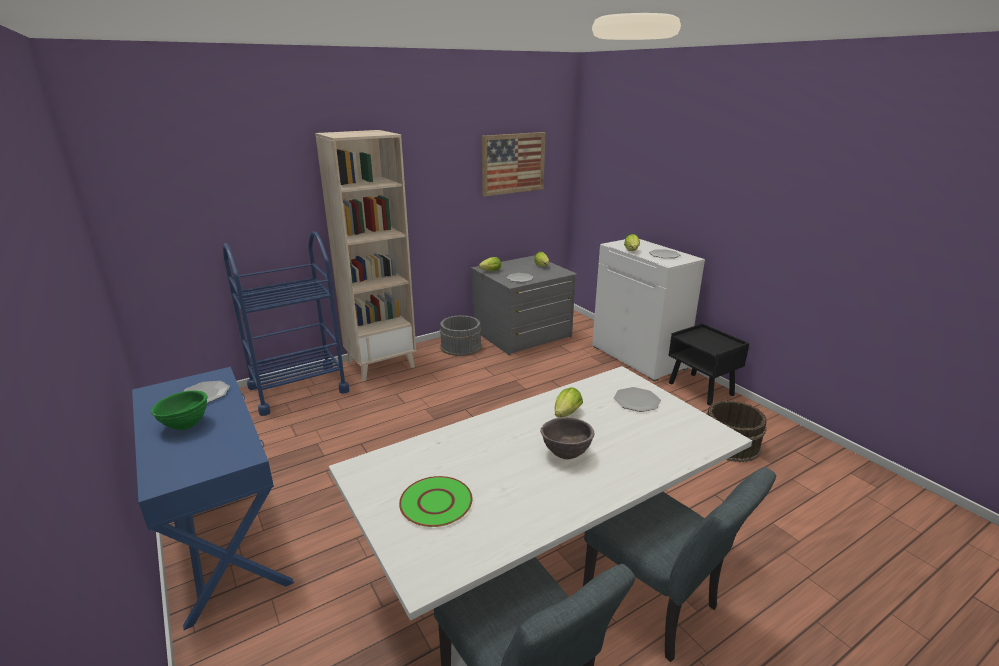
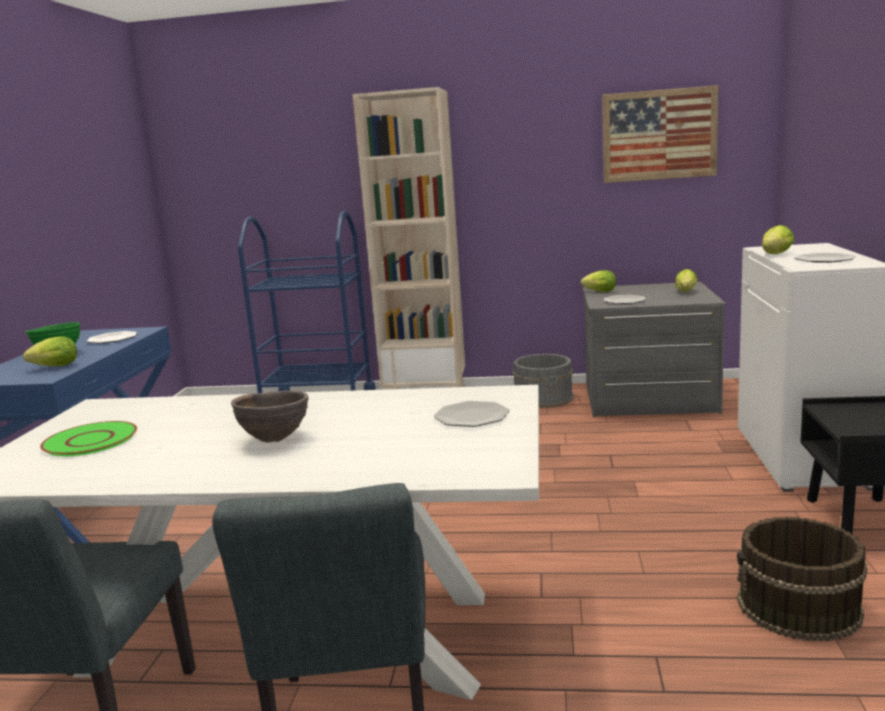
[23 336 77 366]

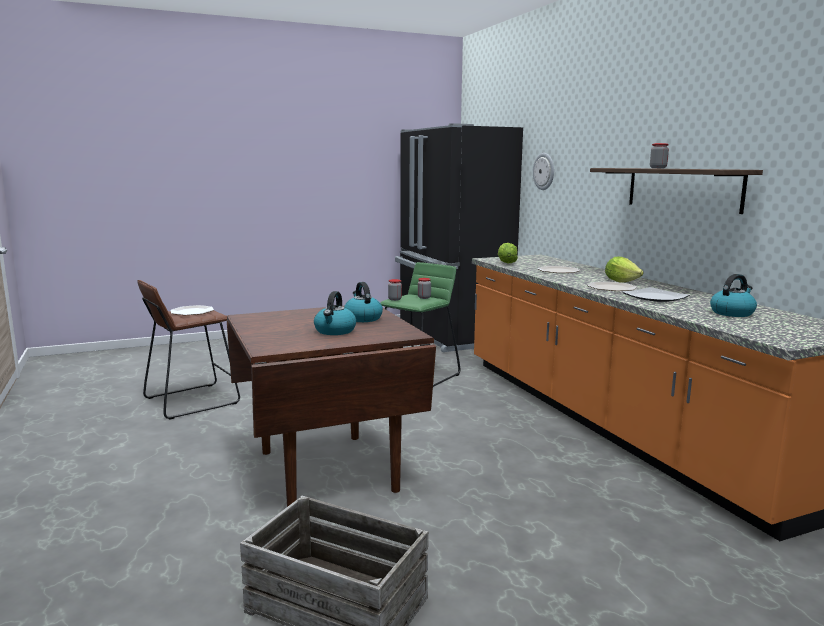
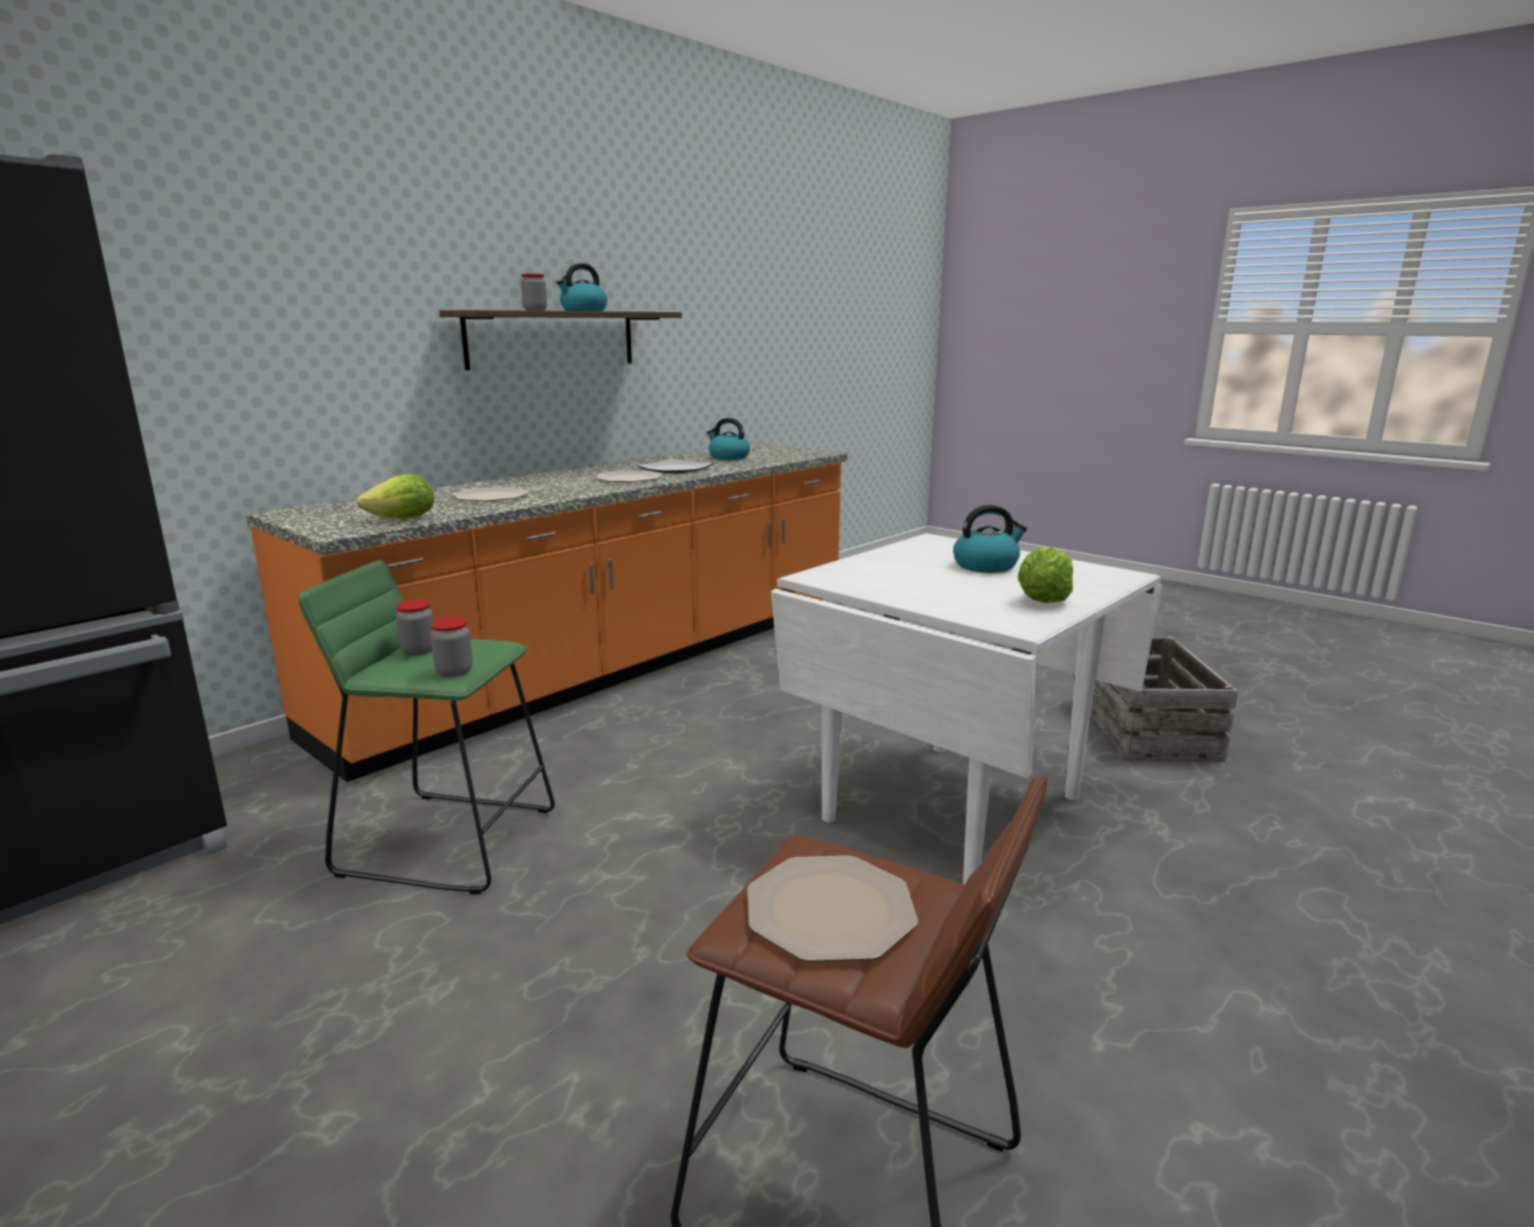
[533 153 554 190] (first image)
[556 263 607 311]
[1018 547 1073 603]
[771 533 1162 885]

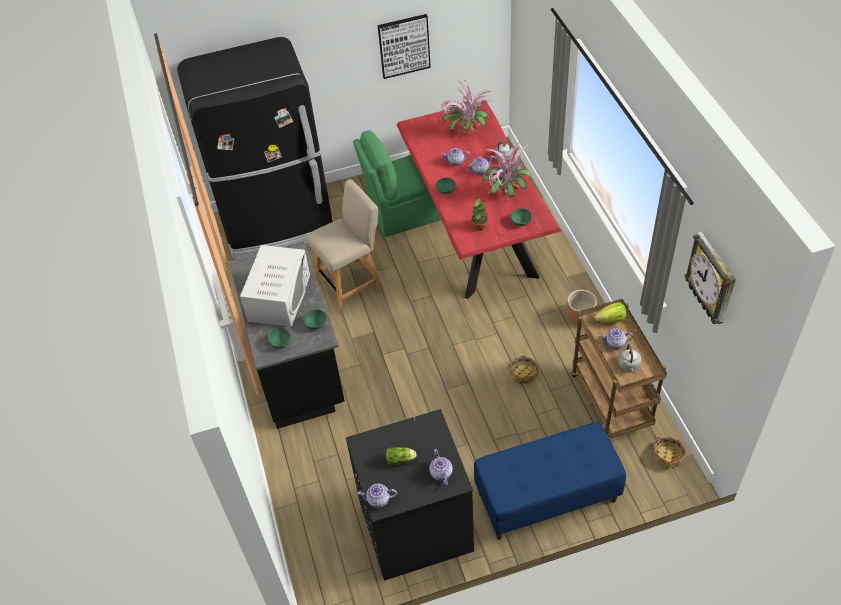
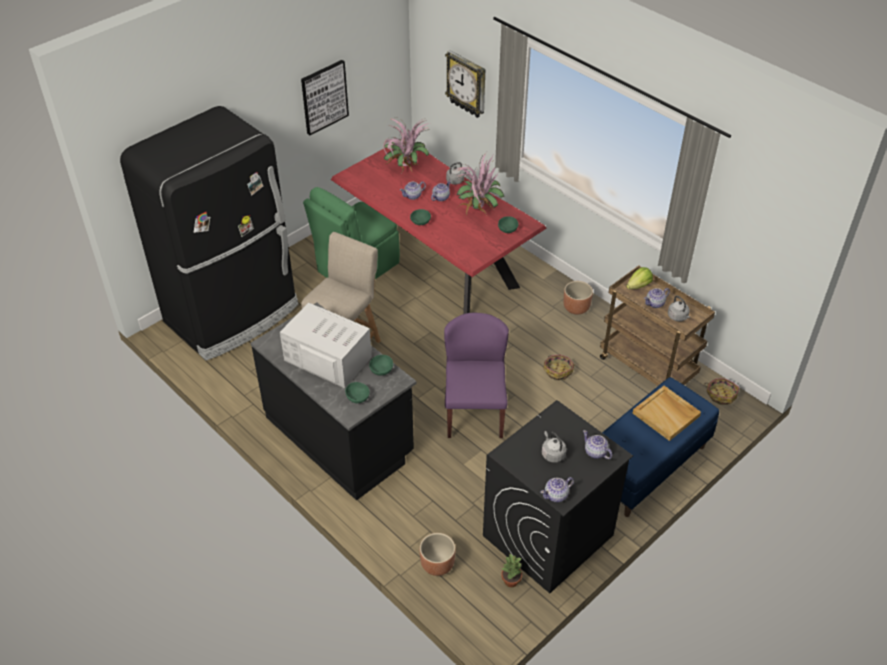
[420 533 456 576]
[444 313 509 438]
[633 386 701 441]
[501 554 522 587]
[445 50 485 118]
[542 431 567 463]
[280 302 372 388]

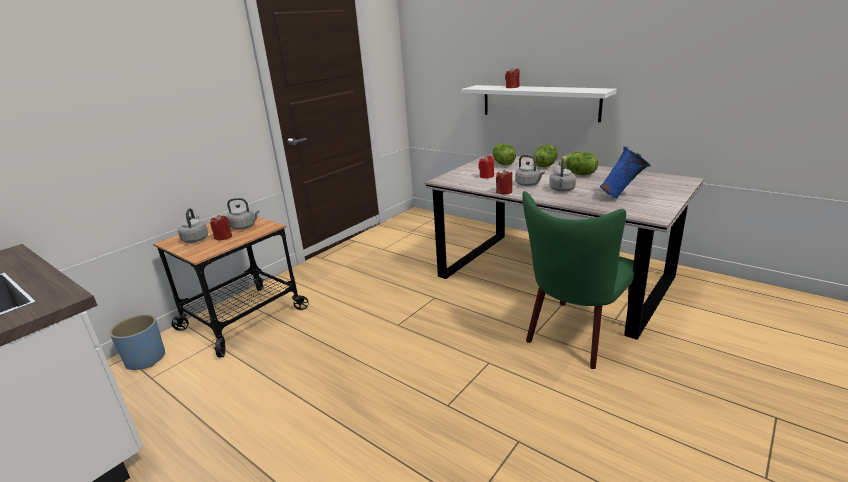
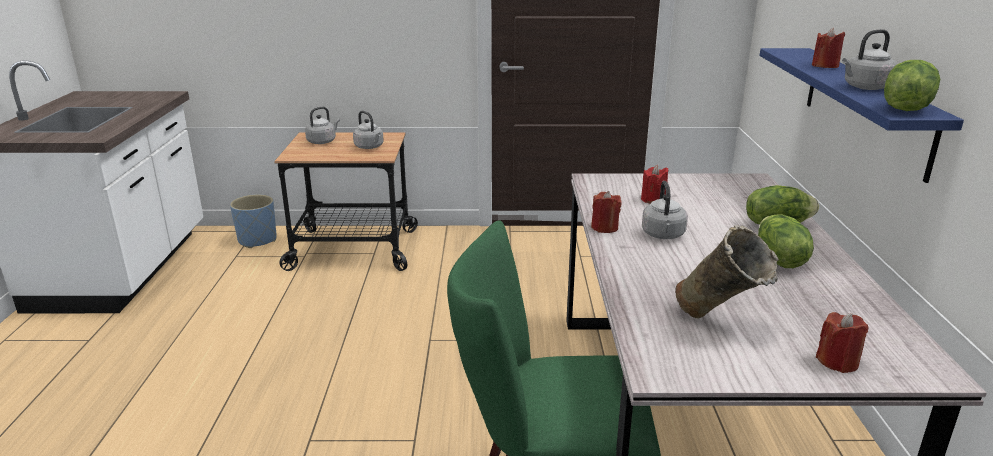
[816 312 869 373]
[884 60 940 111]
[842 29 897 90]
[759 48 964 183]
[675 225 779 318]

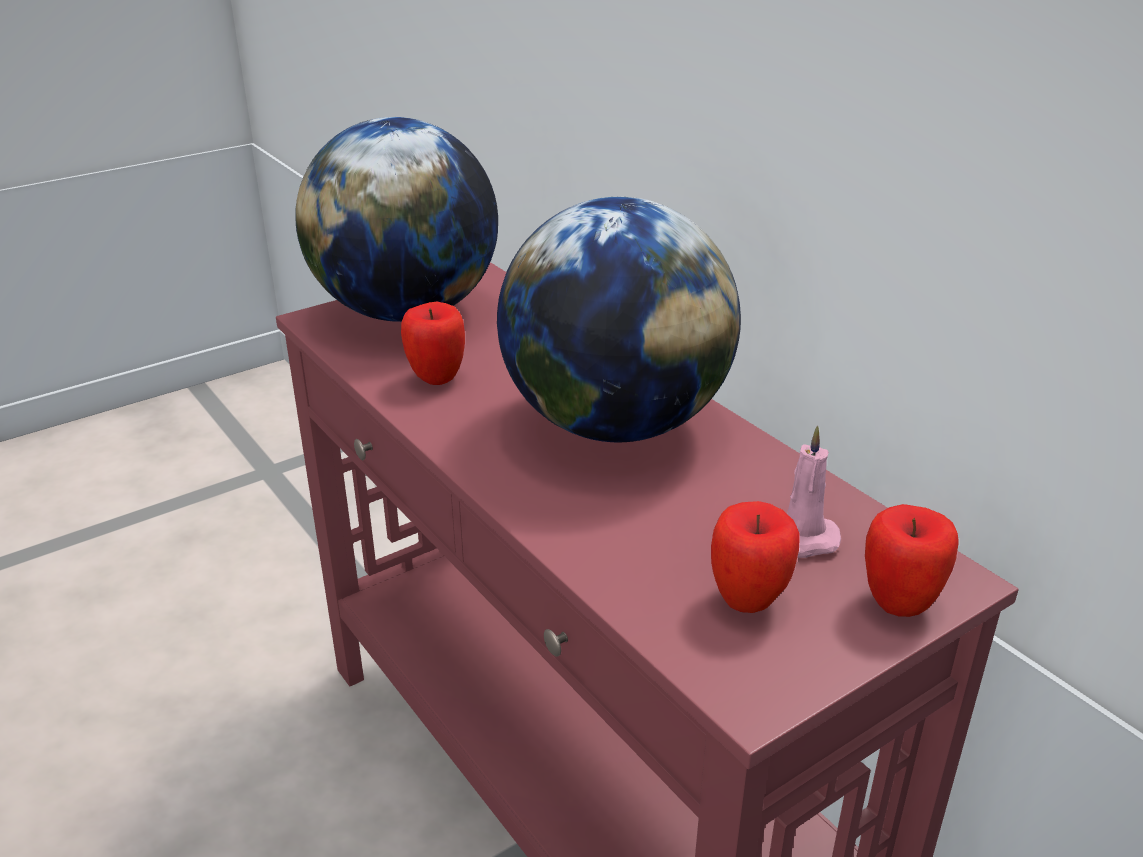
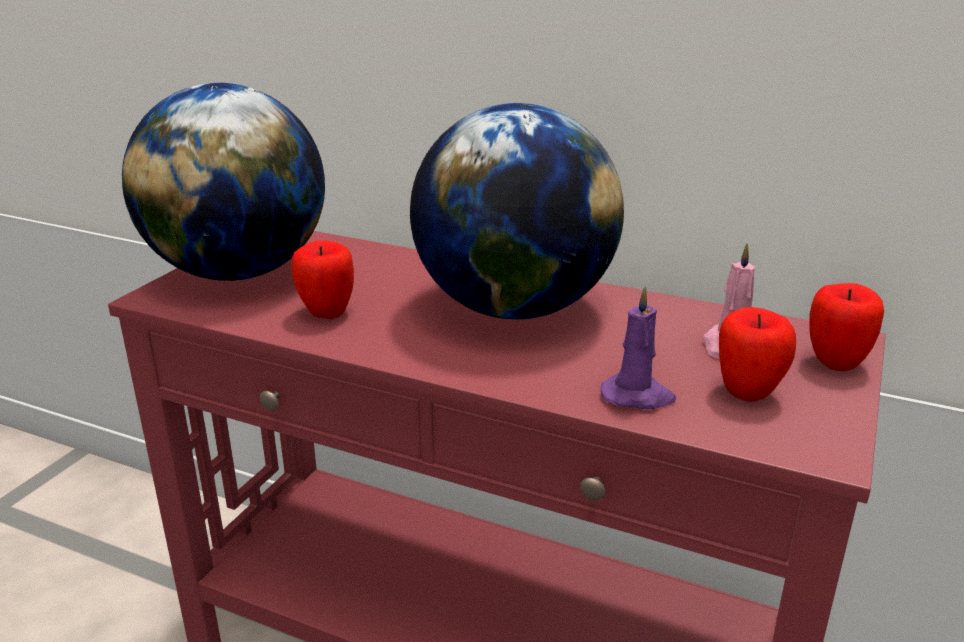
[601 286 676 410]

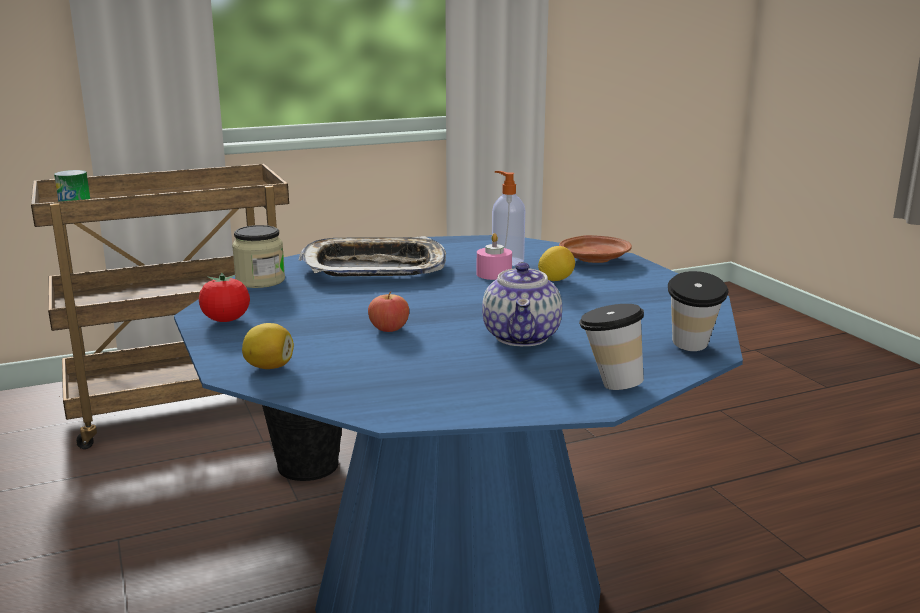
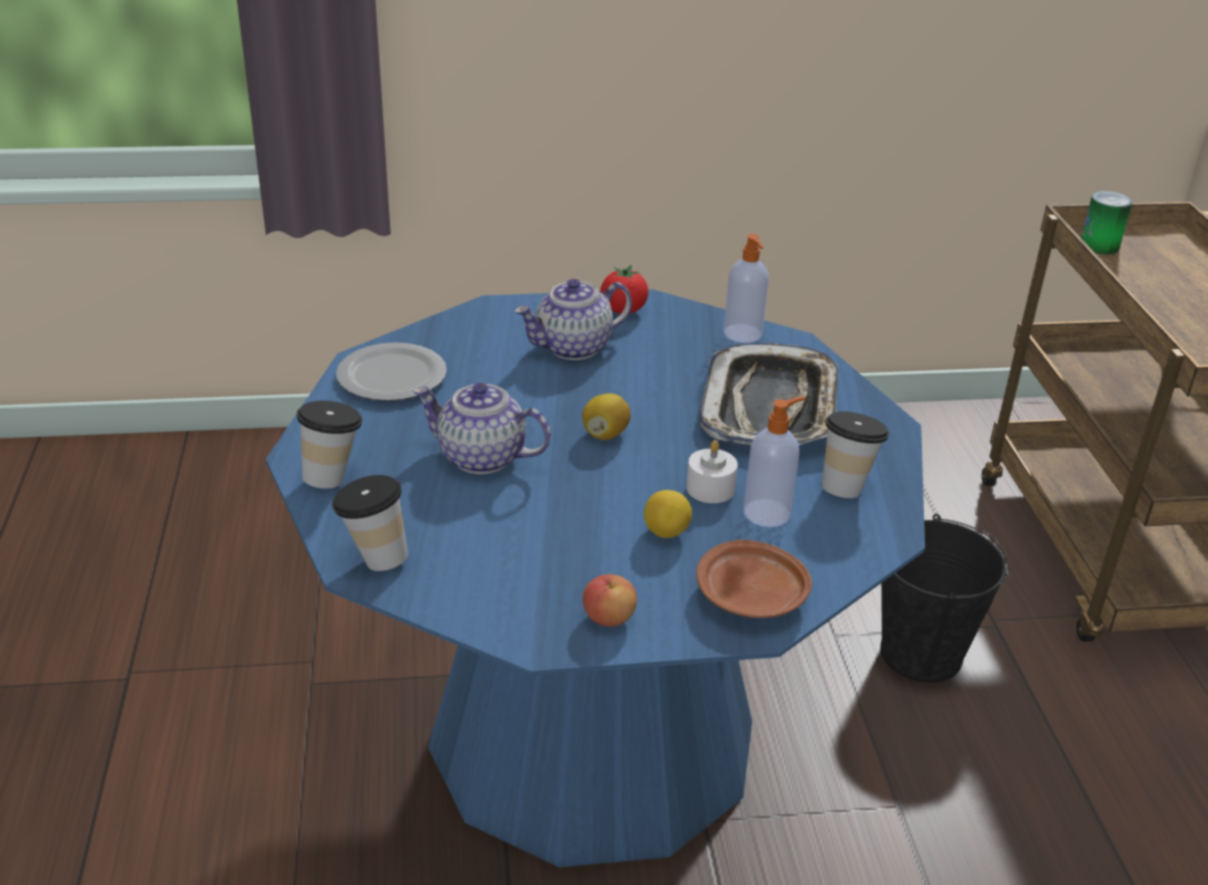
[336 343 447 401]
[514 279 632 360]
[822 411 889 498]
[582 393 631 440]
[583 574 637 627]
[724 234 769 343]
[686 440 738 503]

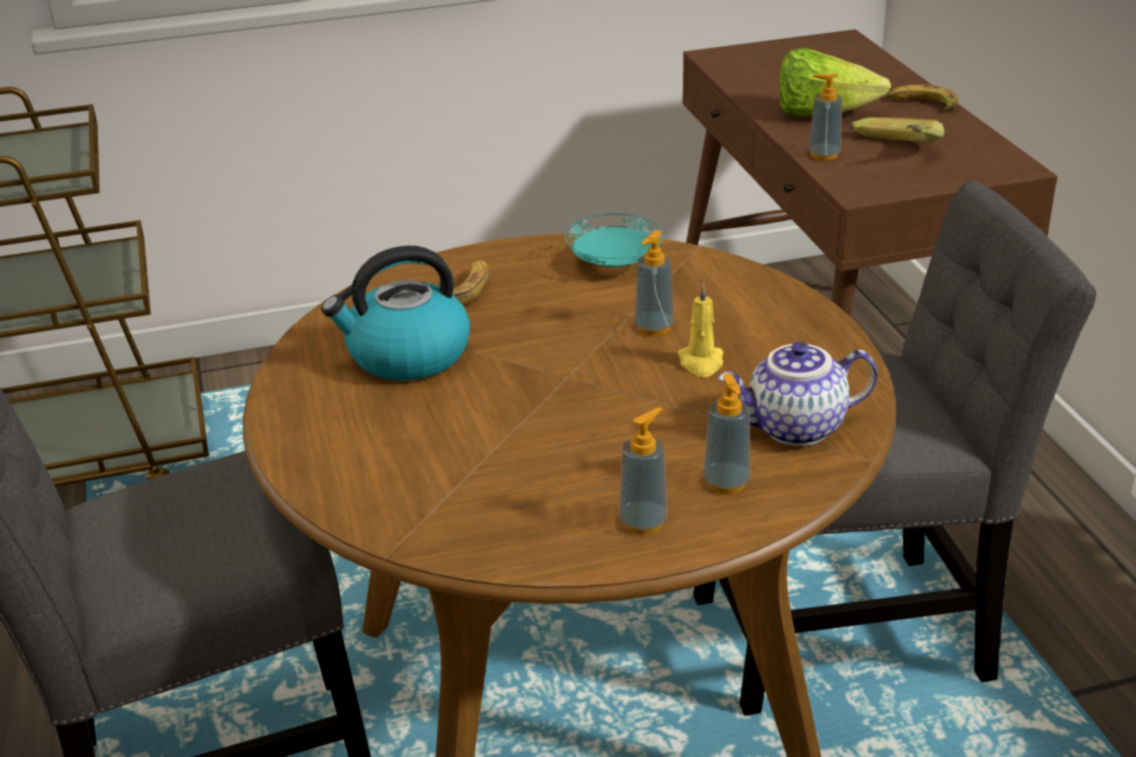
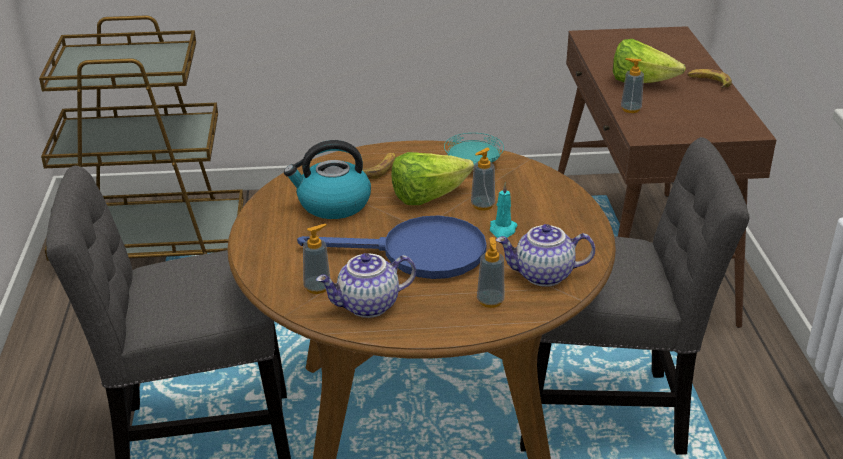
[850 117 944 142] (first image)
[297 216 487 279]
[316 253 416 318]
[391 152 474 205]
[303 224 330 294]
[490 183 518 238]

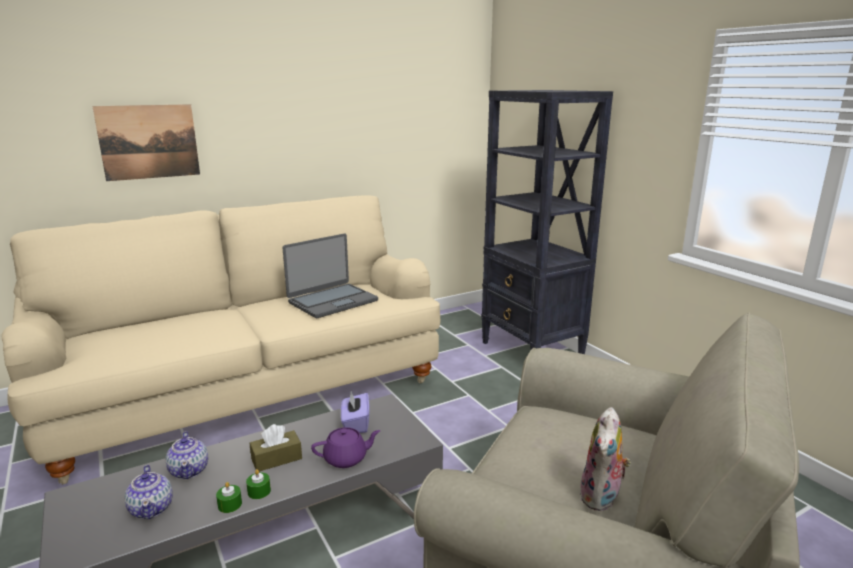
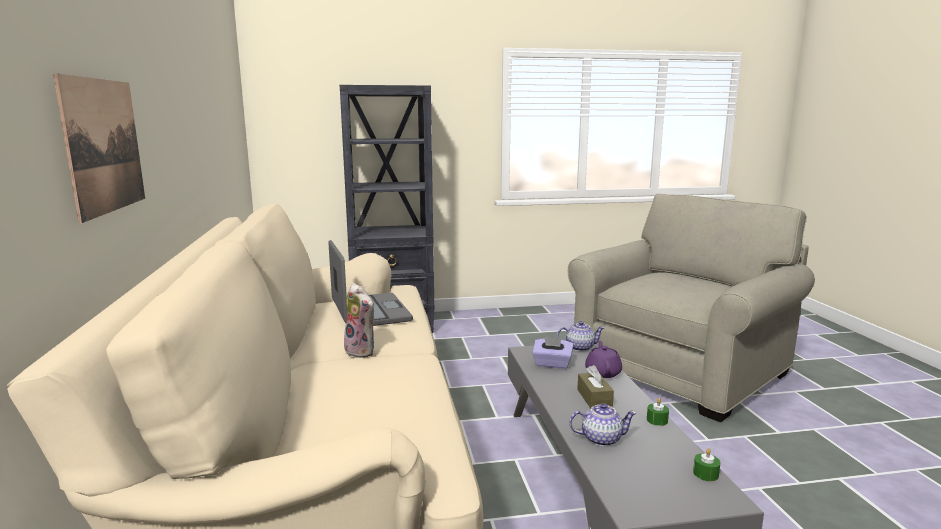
[557 321 604 352]
[693 448 720 481]
[344 283 374 358]

